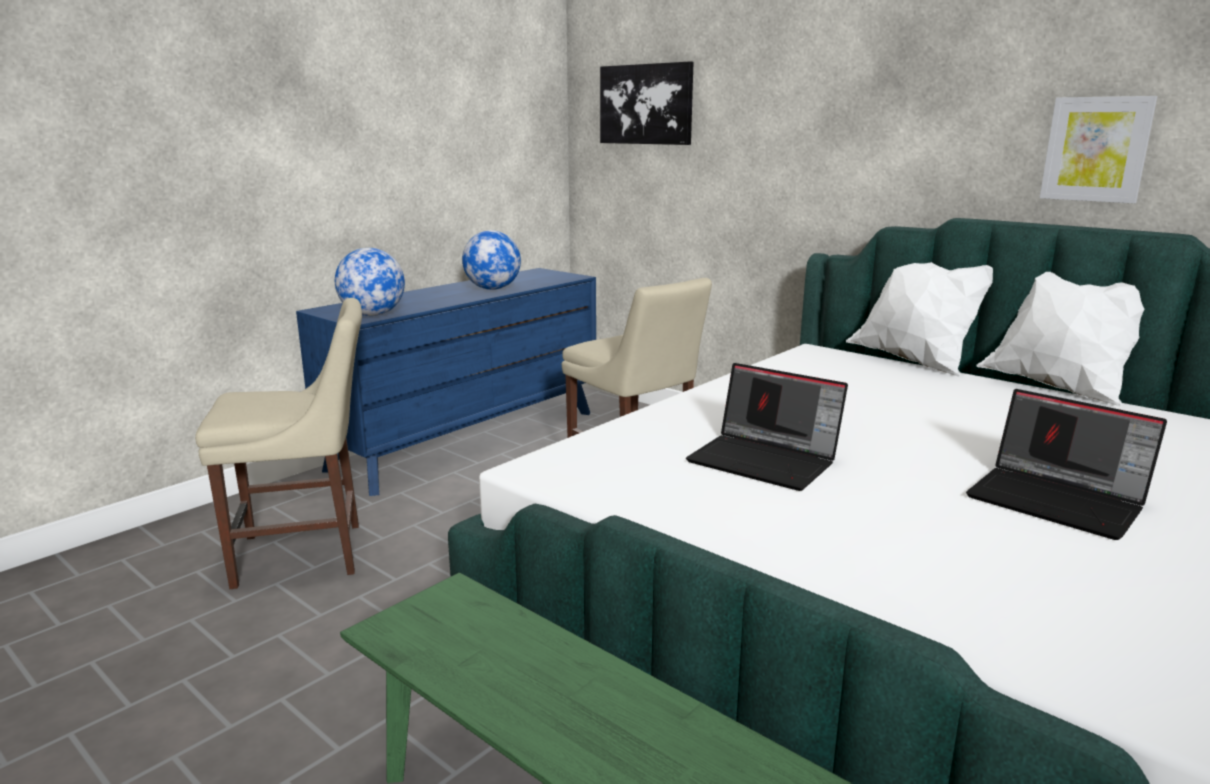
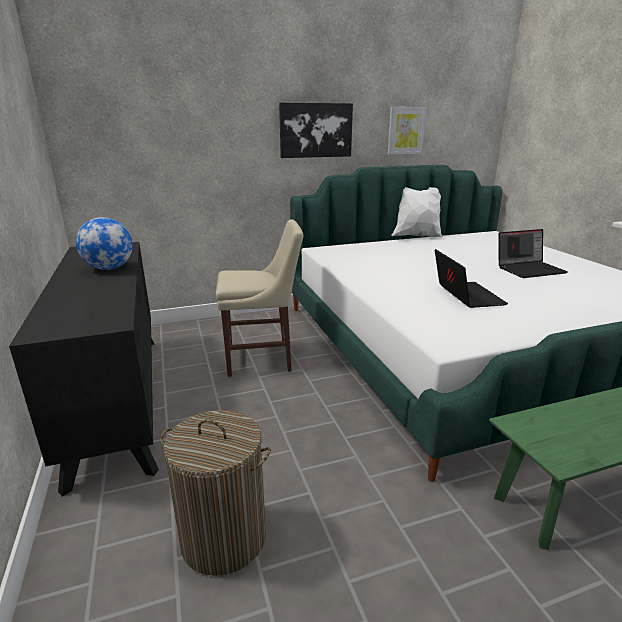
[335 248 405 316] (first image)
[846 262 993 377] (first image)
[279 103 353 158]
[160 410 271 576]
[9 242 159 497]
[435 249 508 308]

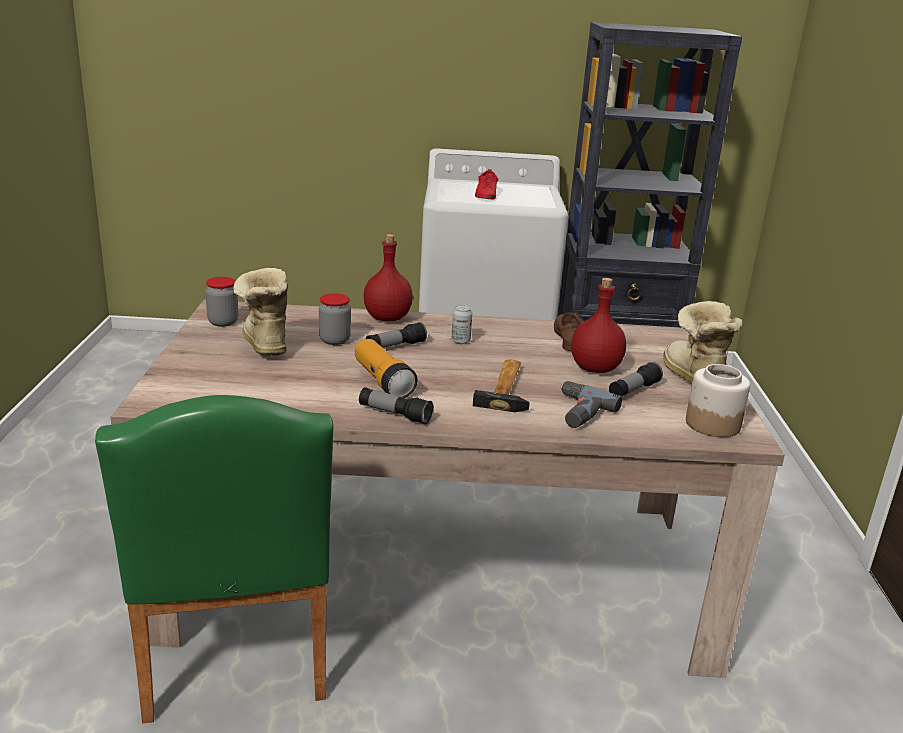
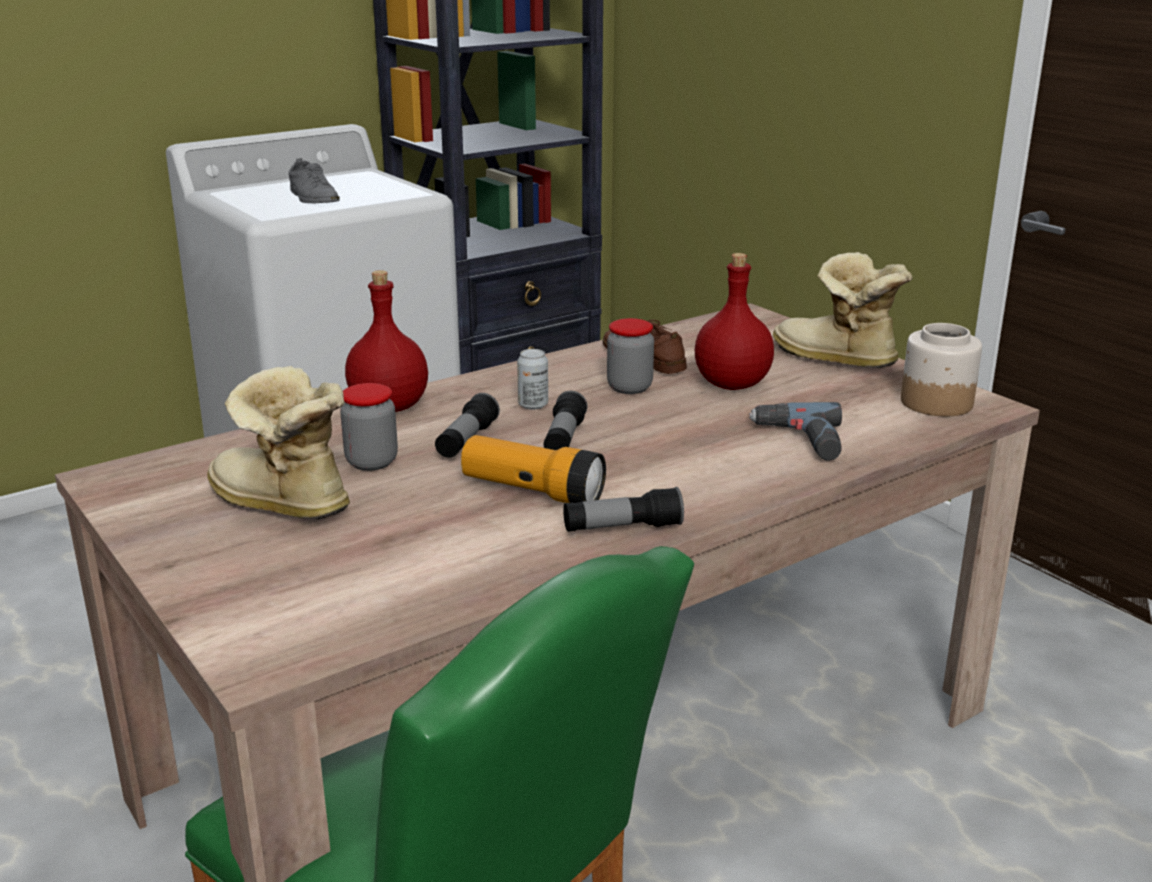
[473 360 530 412] (first image)
[607 318 654 394]
[544 391 588 450]
[289 158 340 203]

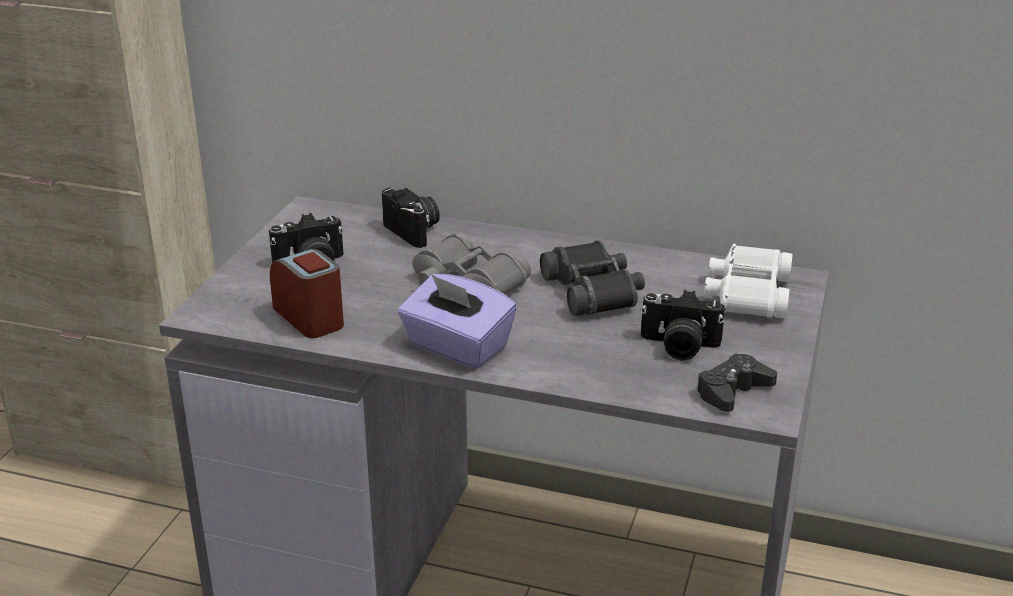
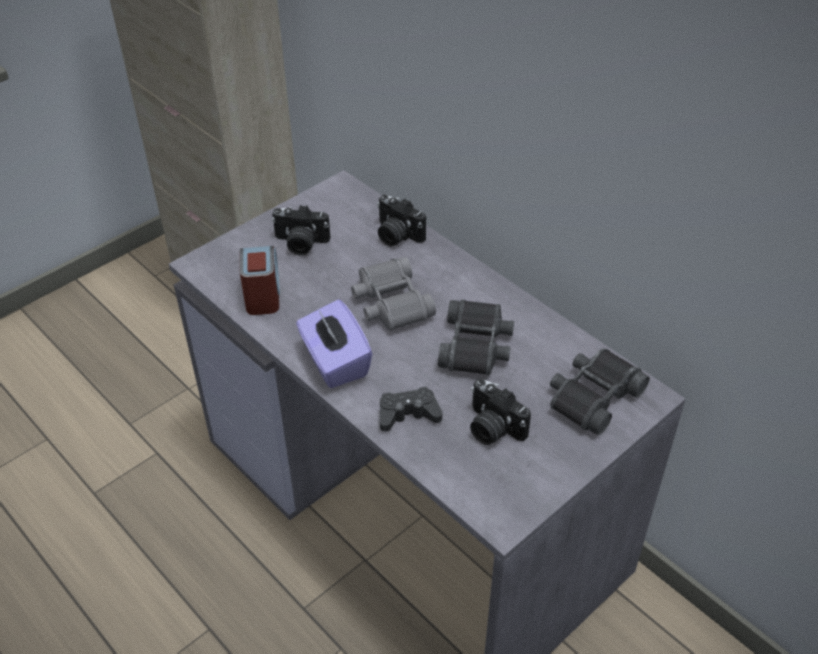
[380 387 442 432]
[550 348 650 435]
[377 194 426 247]

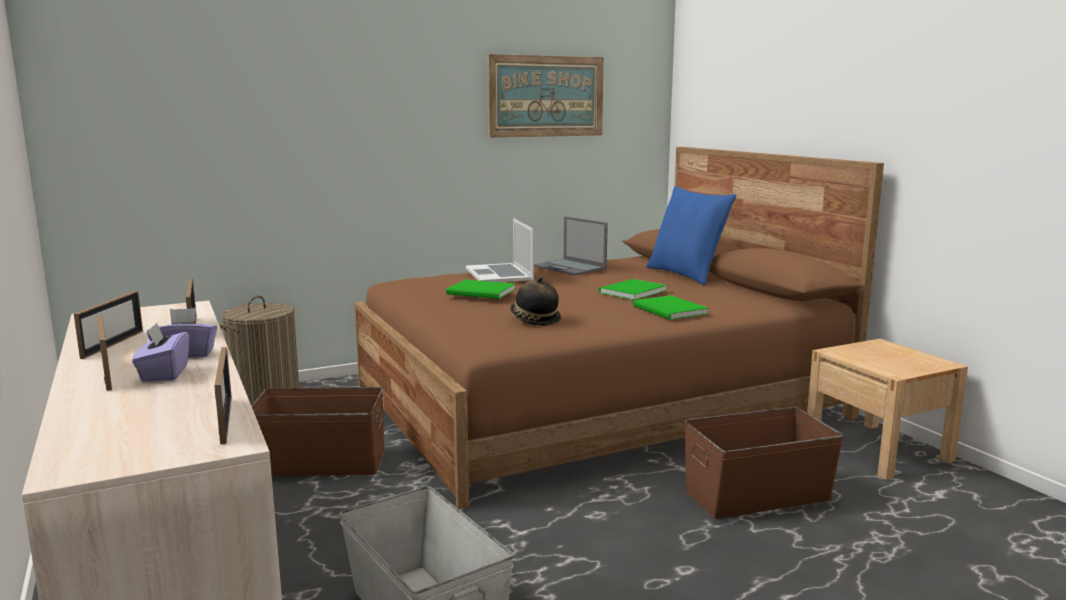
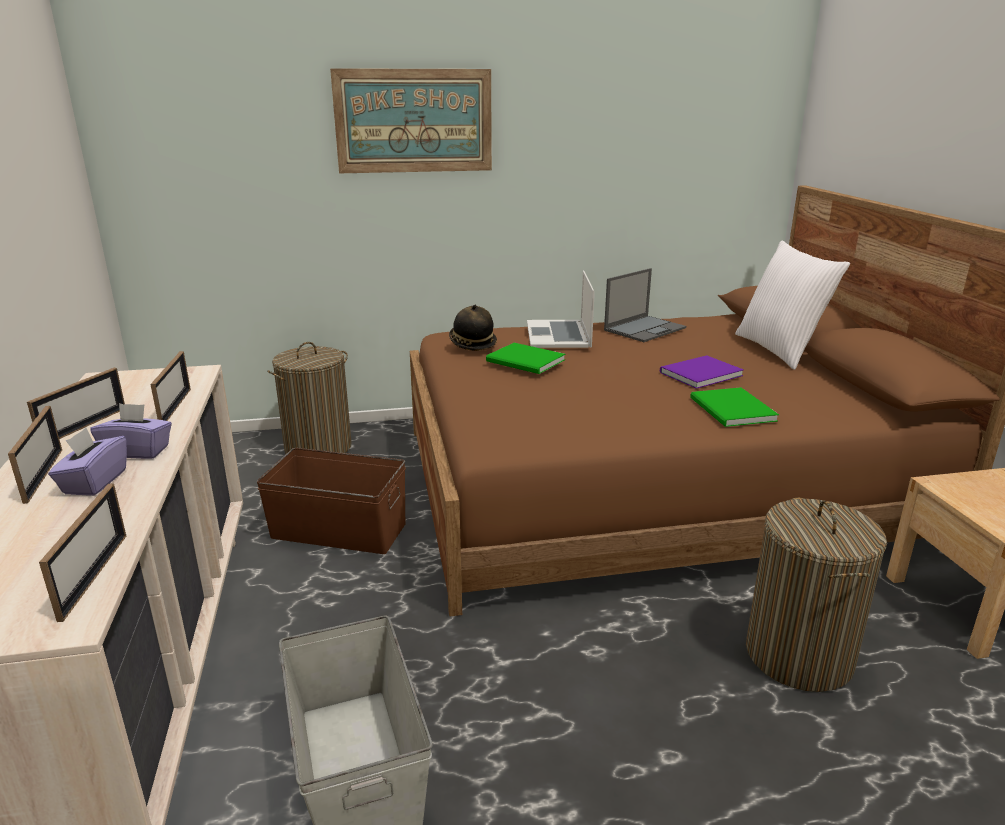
[330 68 492 173]
[449 305 497 351]
[746 497 887 692]
[660 355 744 389]
[735 240 850 370]
[604 268 686 342]

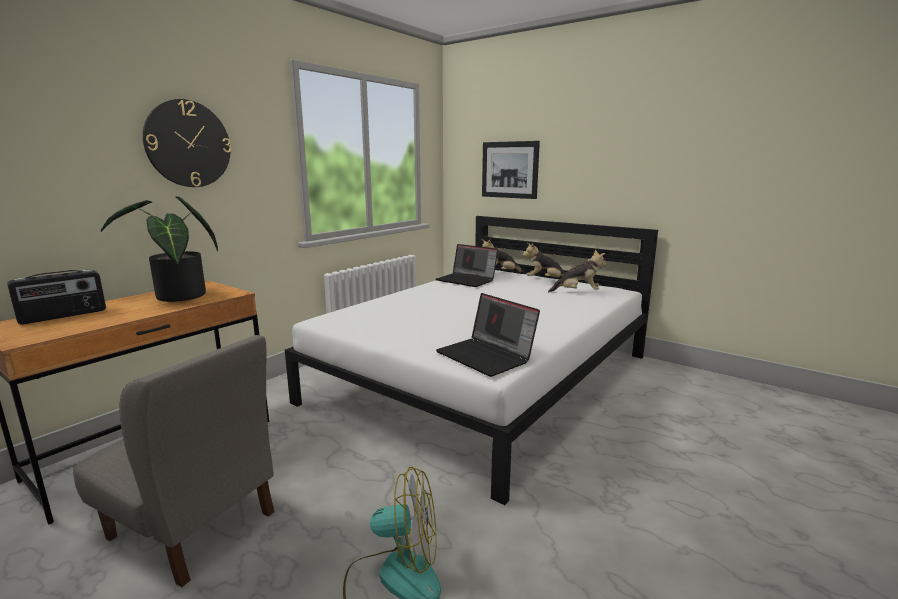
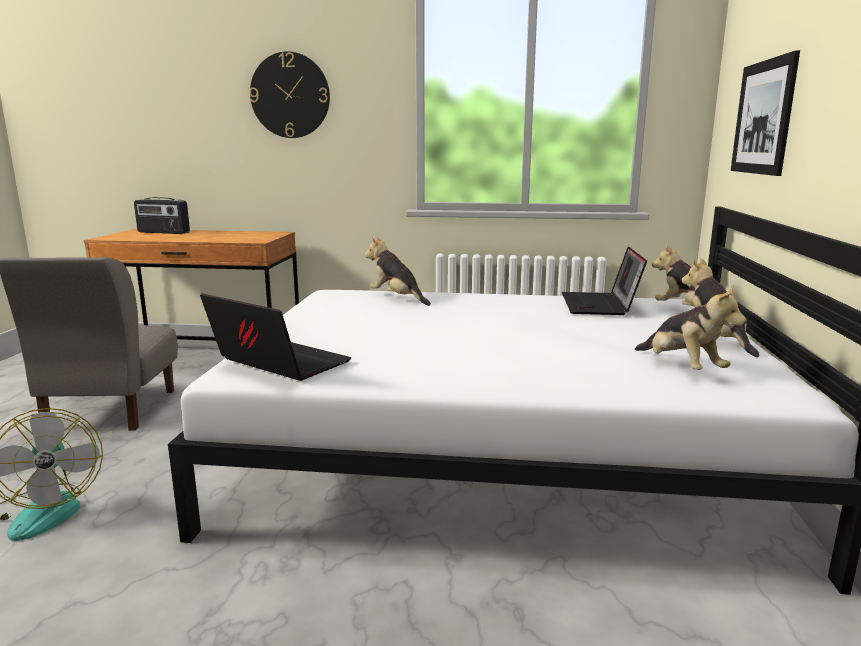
[101 196 218 302] (first image)
[365 236 431 306]
[200 293 351 381]

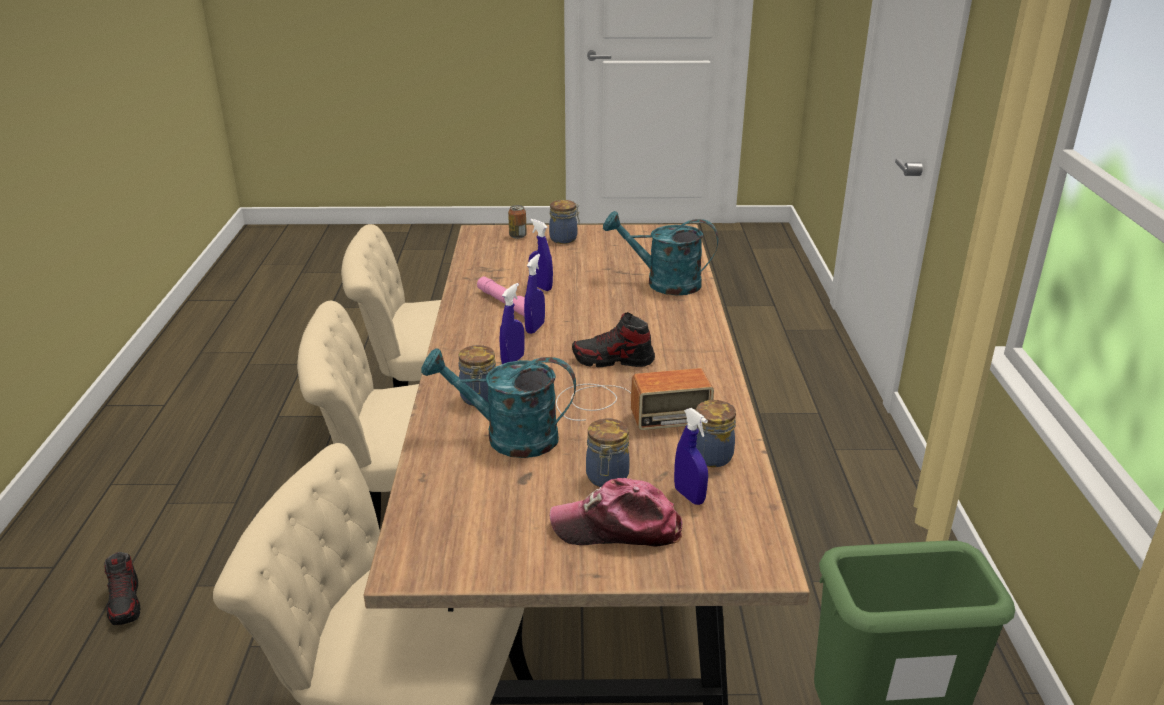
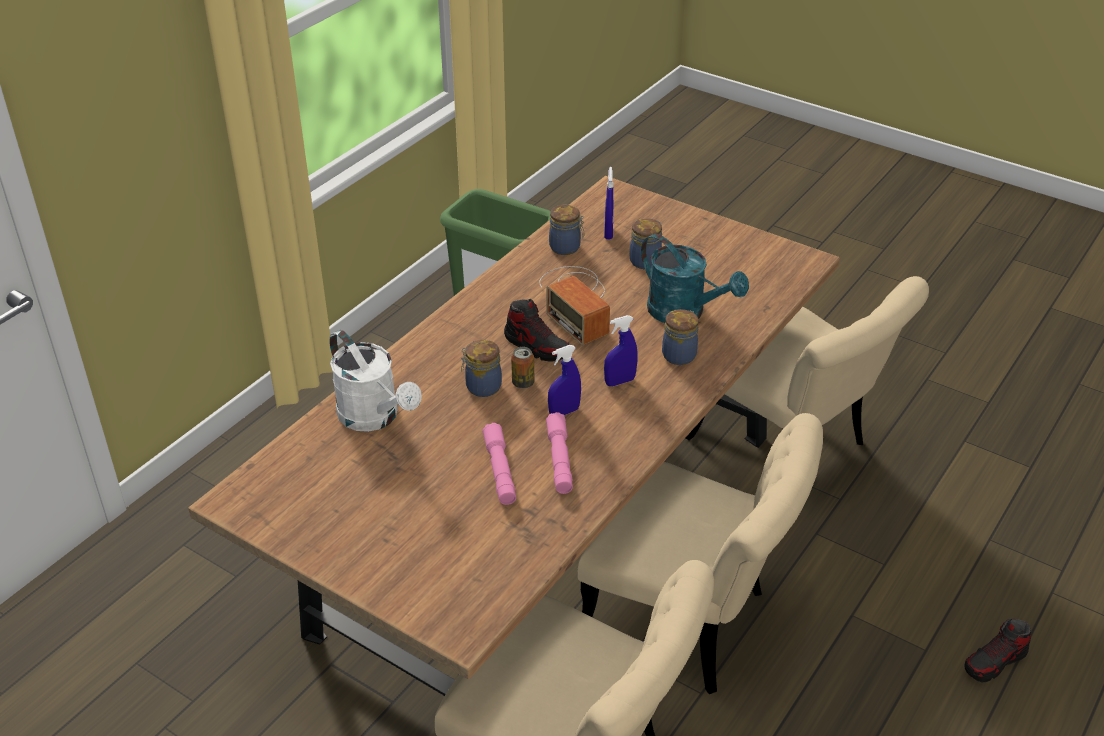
[550 478 682 547] (first image)
[511 347 535 388]
[461 340 502 397]
[483 423 516 505]
[329 330 422 432]
[964 619 1031 682]
[539 266 610 345]

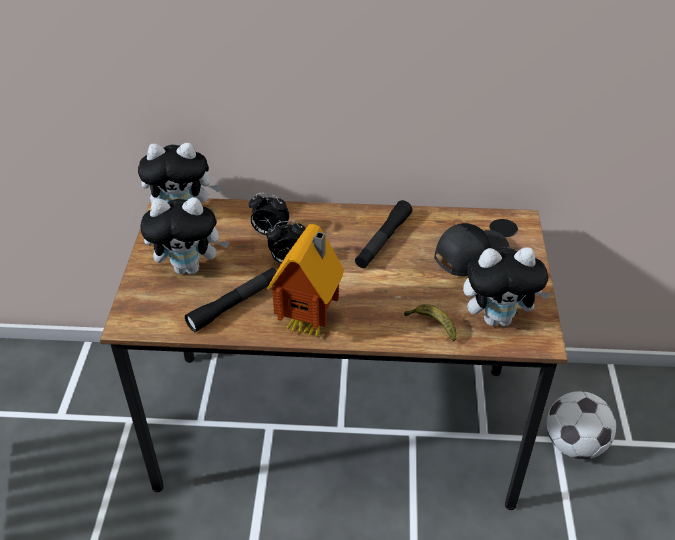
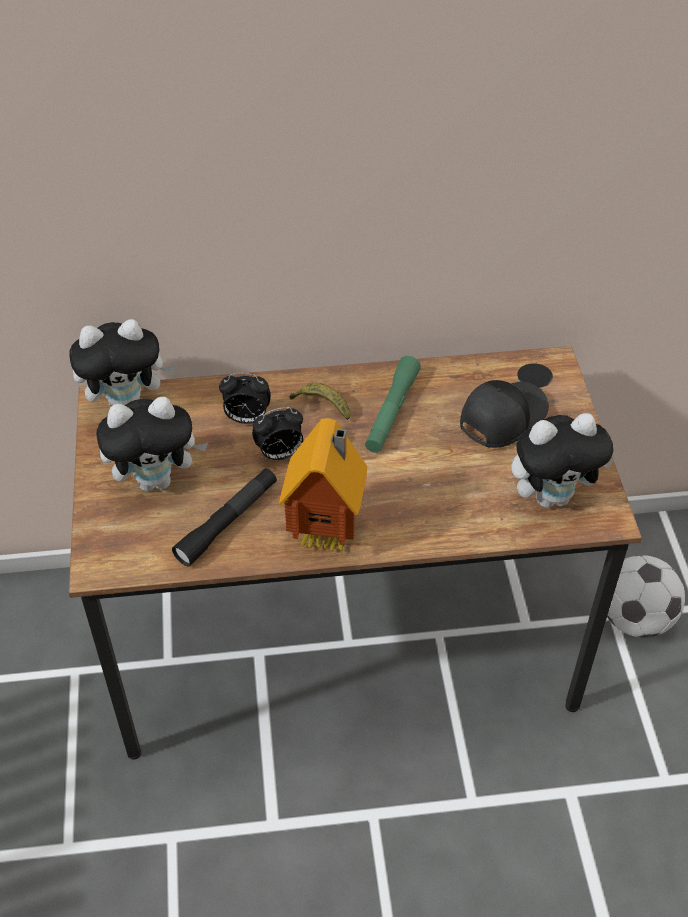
[289 383 350 420]
[365 356 421 453]

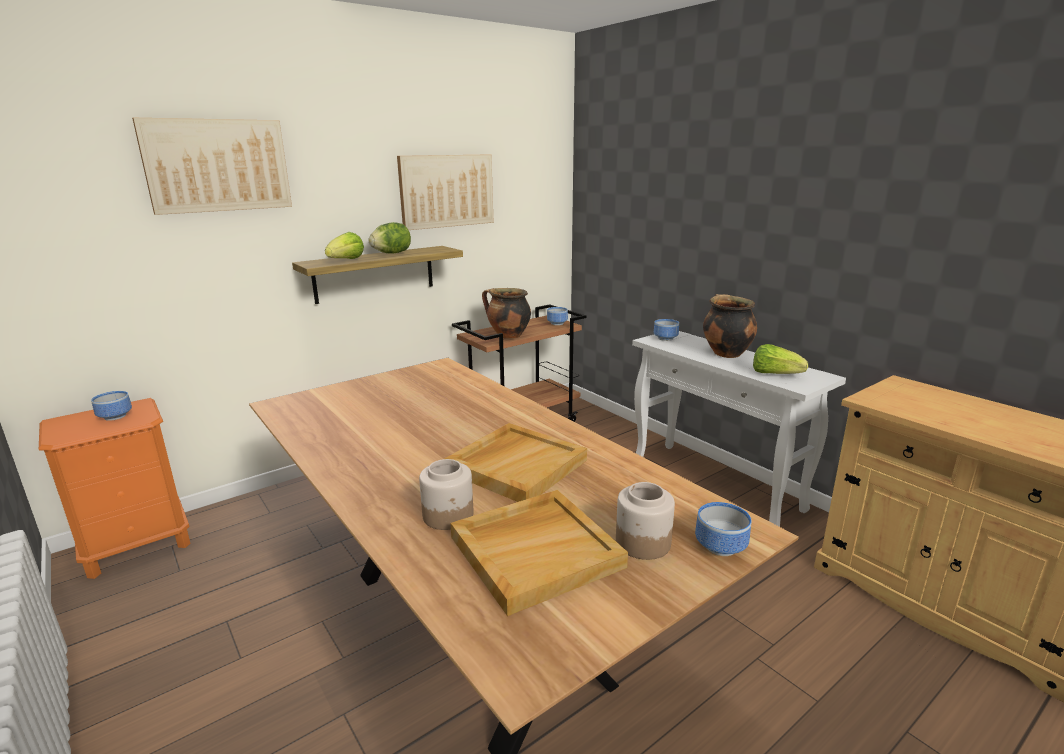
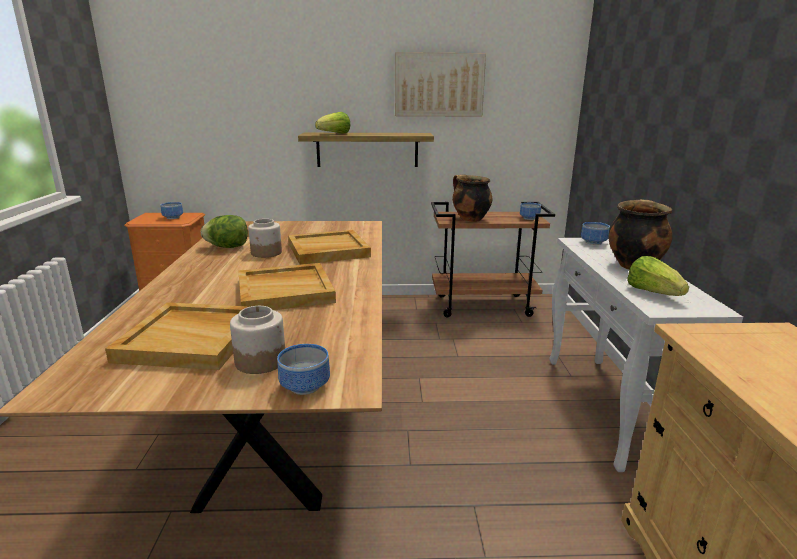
[132 118 292 215] (first image)
[288 230 371 265]
[201 215 248 248]
[248 219 282 258]

